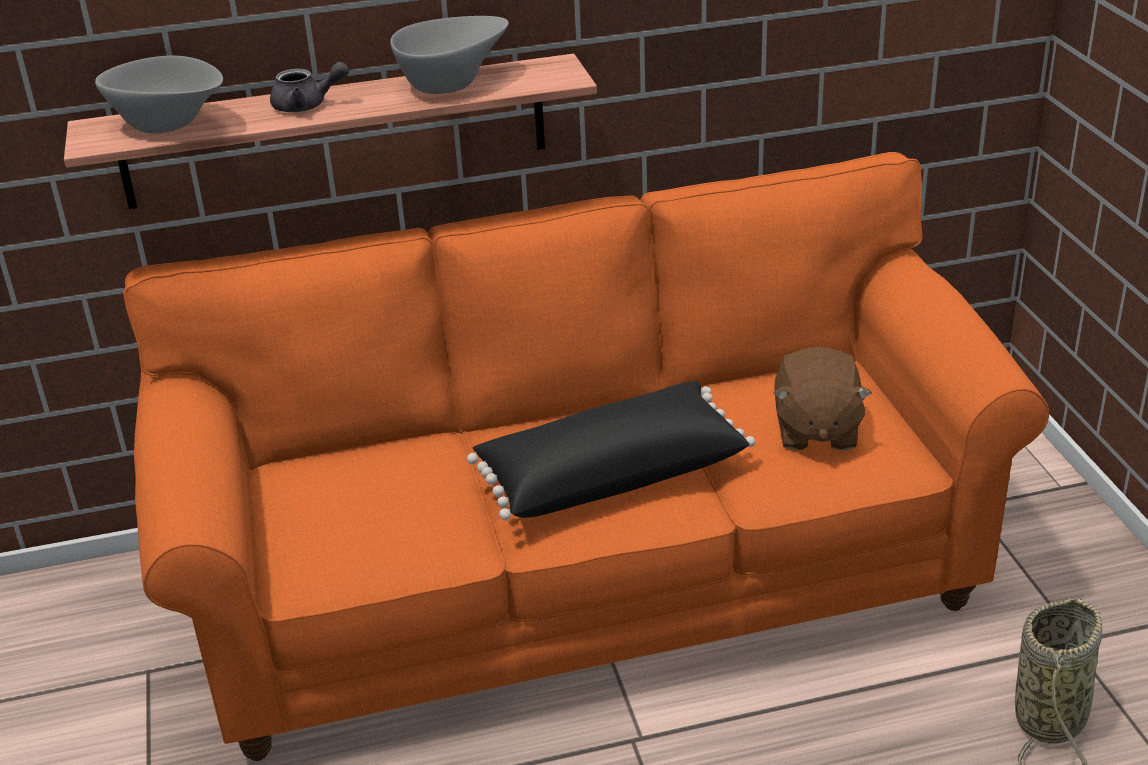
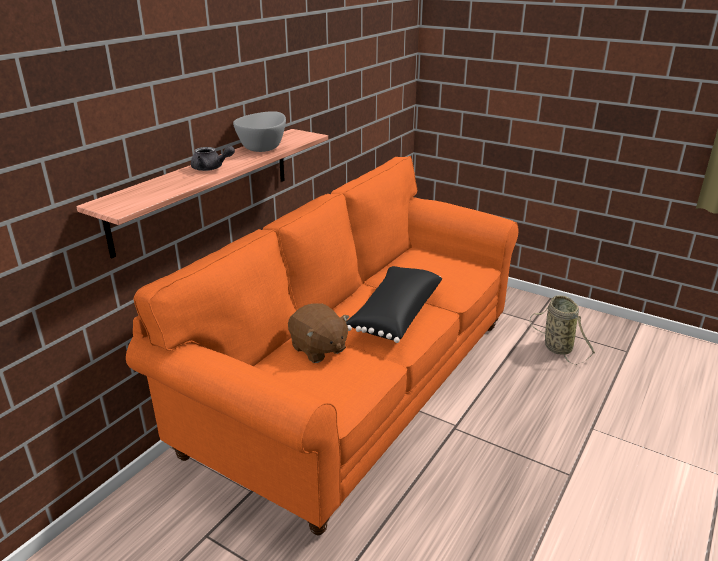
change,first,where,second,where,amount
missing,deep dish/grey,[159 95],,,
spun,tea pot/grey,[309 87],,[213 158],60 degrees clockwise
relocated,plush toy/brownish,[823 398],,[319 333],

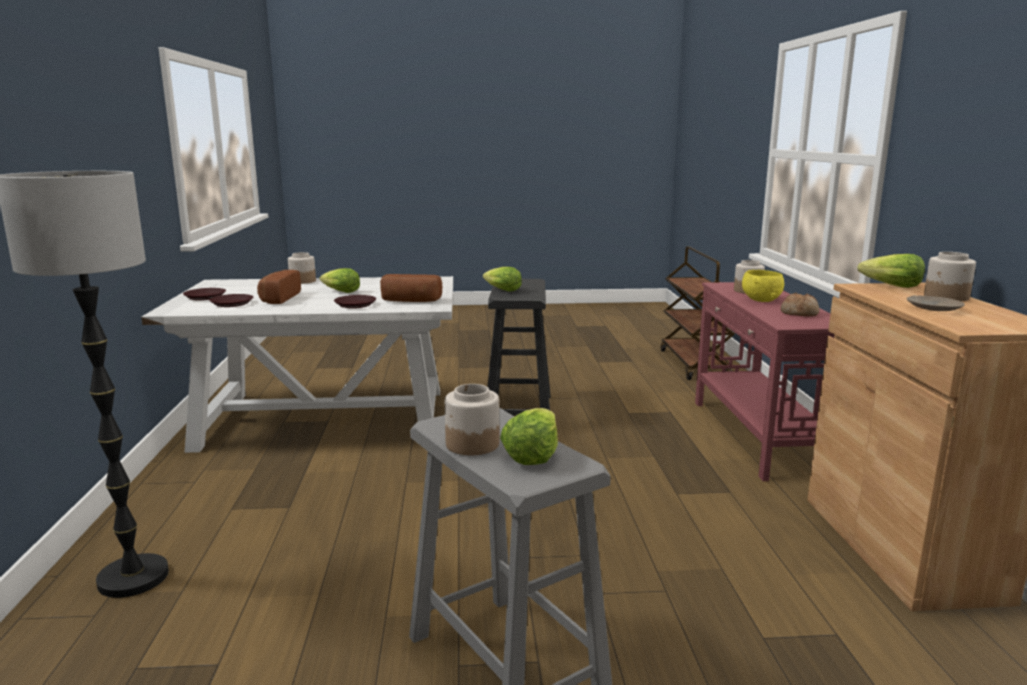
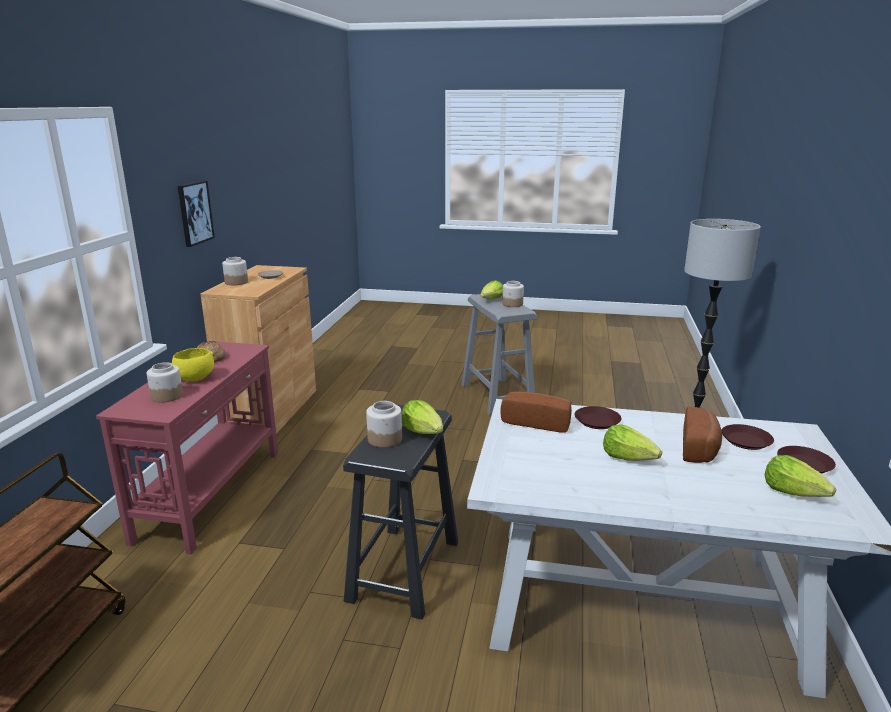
change,first,where,second,where,amount
relocated,jar,[302 268],,[384 424],
relocated,lettuce head,[891 271],,[800 476],
appeared,,,wall picture,[196 214],

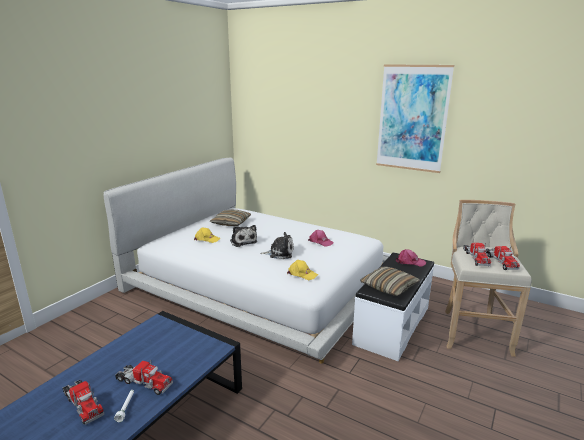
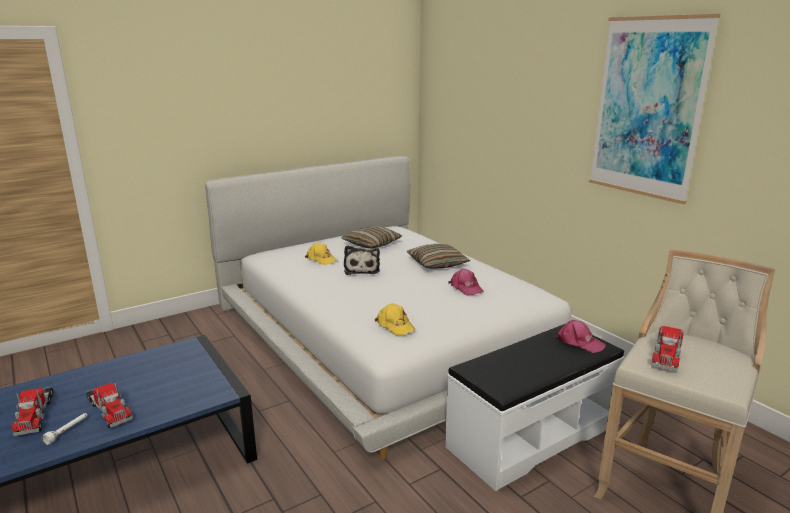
change,first,where,second,where,amount
missing,plush toy,[277 245],,,
missing,model truck,[502 258],,,
relocated,throw pillow,[390 281],,[438 256],

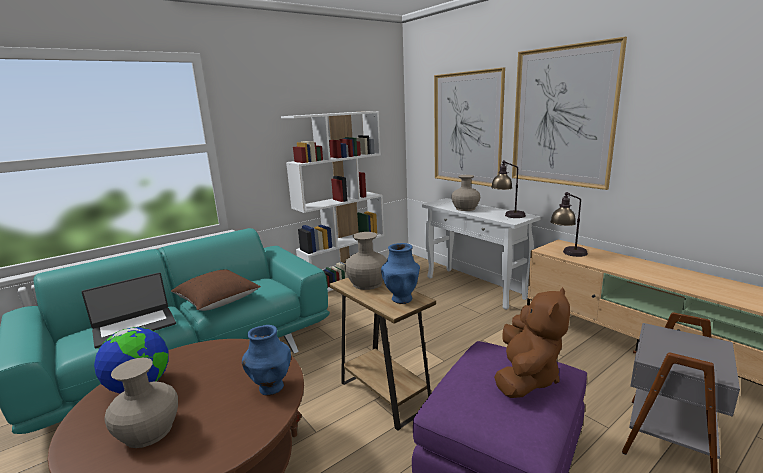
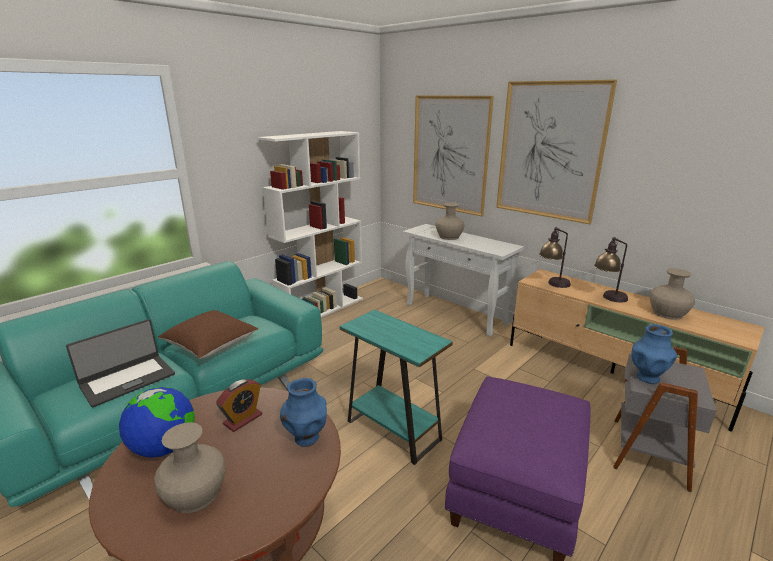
change,first,where,second,where,amount
relocated,tabletop lamp,[508 189],,[611 270],
relocated,decorative vase/beige,[366 261],,[672 294],
relocated,decorative vase/bluish,[400 273],,[654 354],
colour,accent table/brownish,[382 354],accent table/turquoise,[396 387],
missing,plush toy/brownish,[532 342],,,
appeared,,,table clock,[239 405],

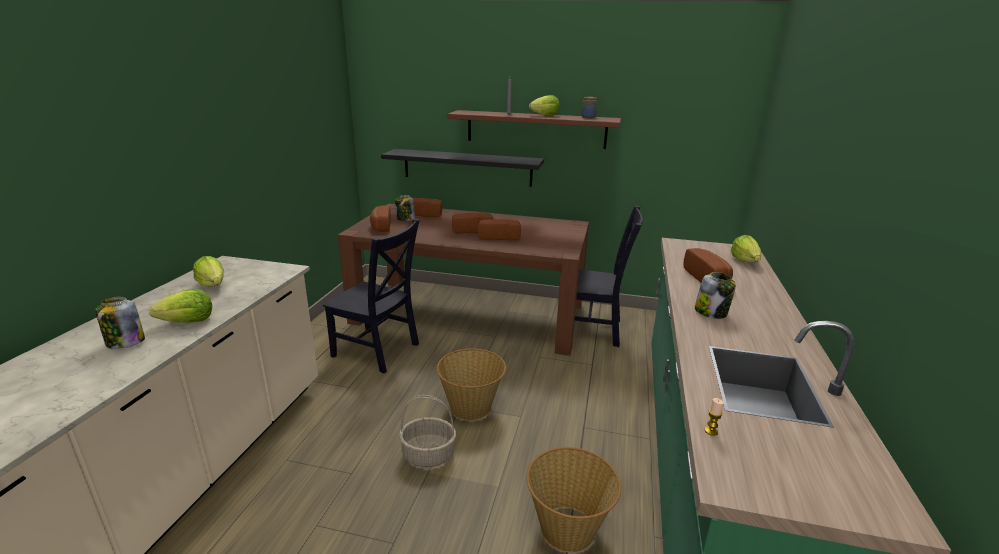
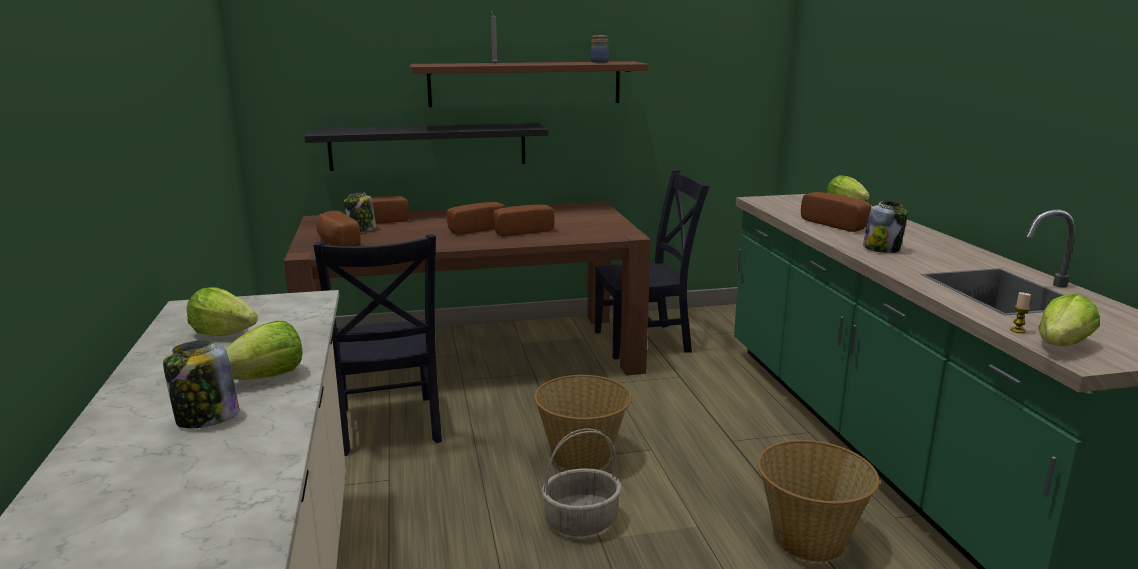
change,first,where,second,where,amount
relocated,lettuce head,[544 105],,[1069 319],
spun,upright chair/blackish,[371 296],,[377 345],75 degrees clockwise

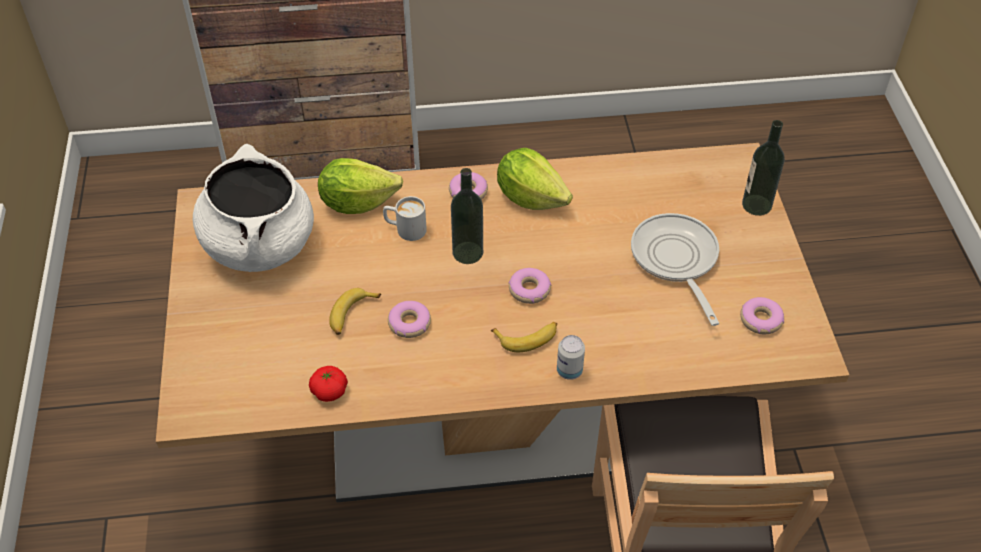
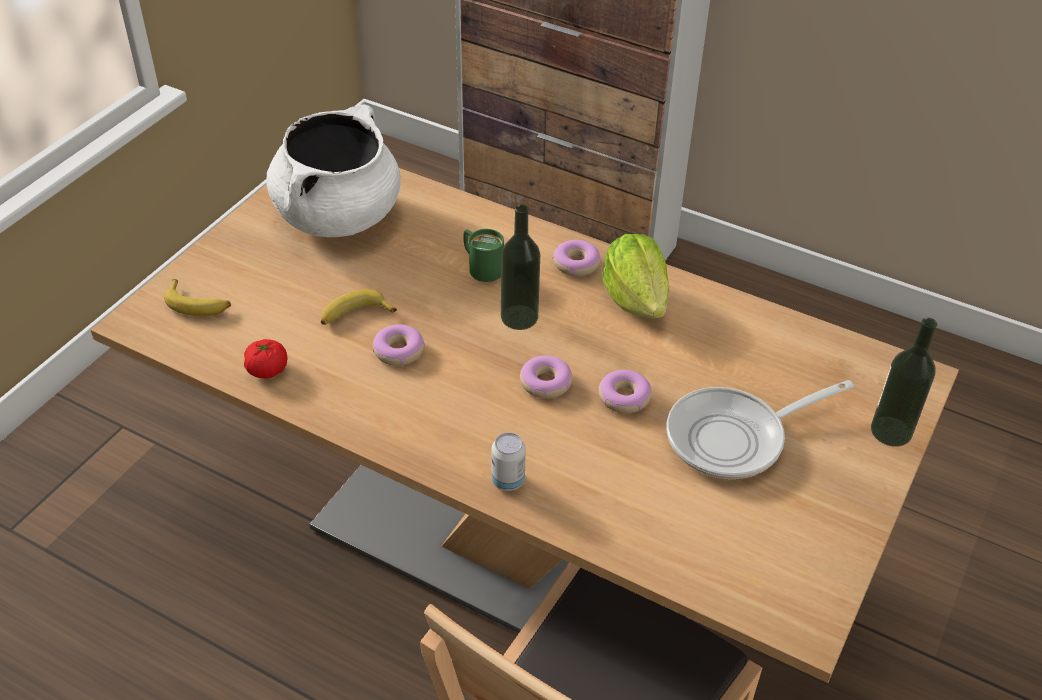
change,first,where,second,where,amount
missing,lettuce head,[360 186],,,
colour,tea mug/whitish,[405 218],tea mug/greenish,[483 255],
spun,frying pan,[675 269],,[760 429],135 degrees counterclockwise
relocated,doughnut,[762 315],,[625 391],
relocated,banana,[524 337],,[197 297],

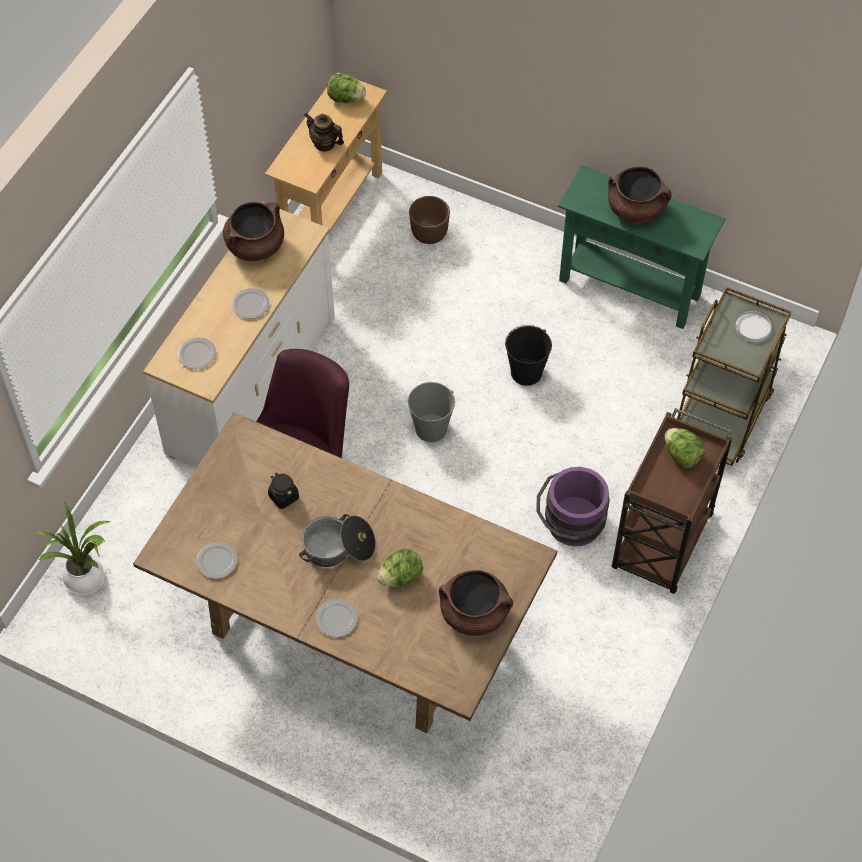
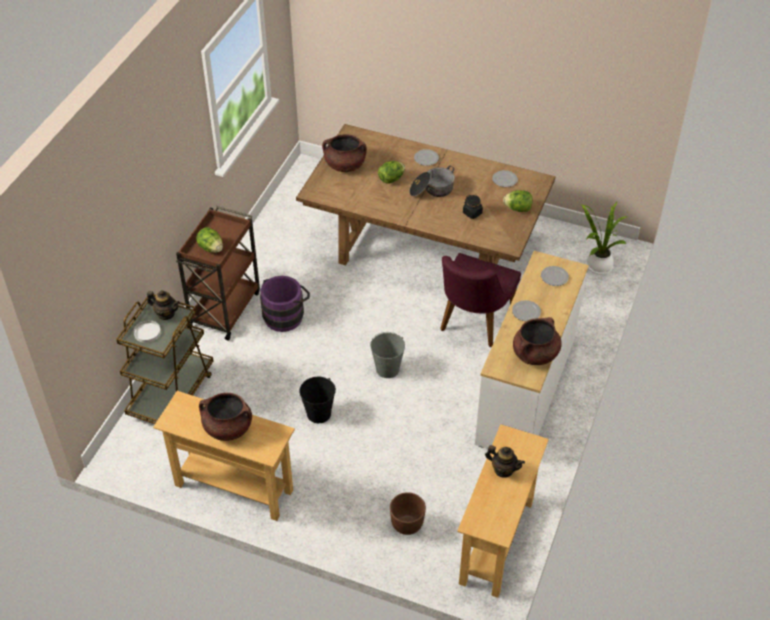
change,first,where,second,where,amount
relocated,lettuce head,[346 89],,[518 201],
colour,console table/greenish,[641 247],console table/beige,[224 456],
appeared,,,tea pot,[163 305],

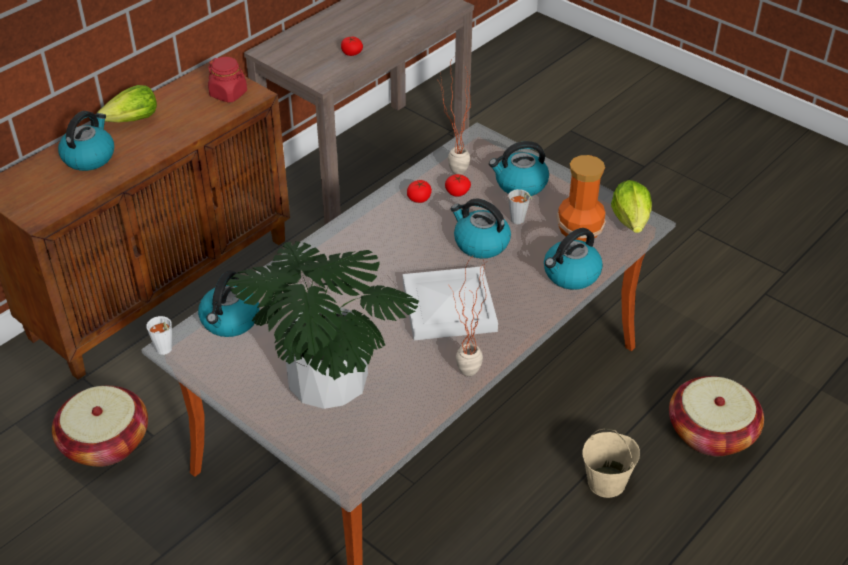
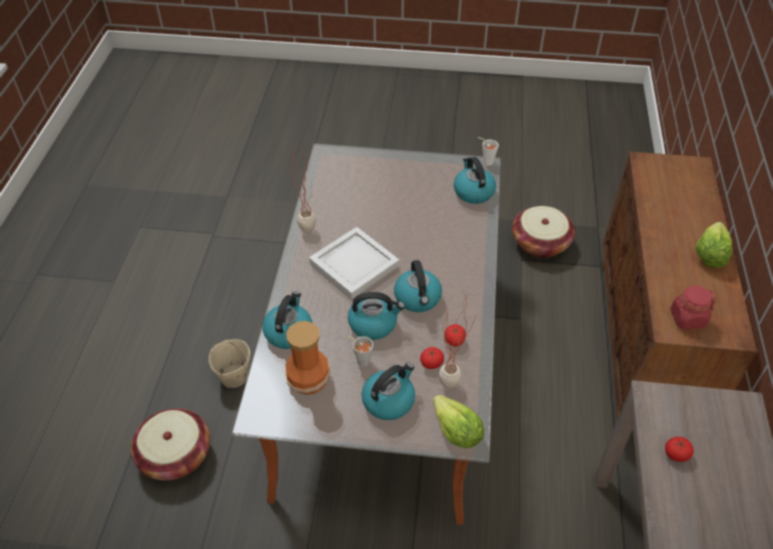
change,first,where,second,where,amount
relocated,water kettle,[86 141],,[418 286],
relocated,lettuce head,[631 206],,[458 421],
missing,houseplant,[322 325],,,

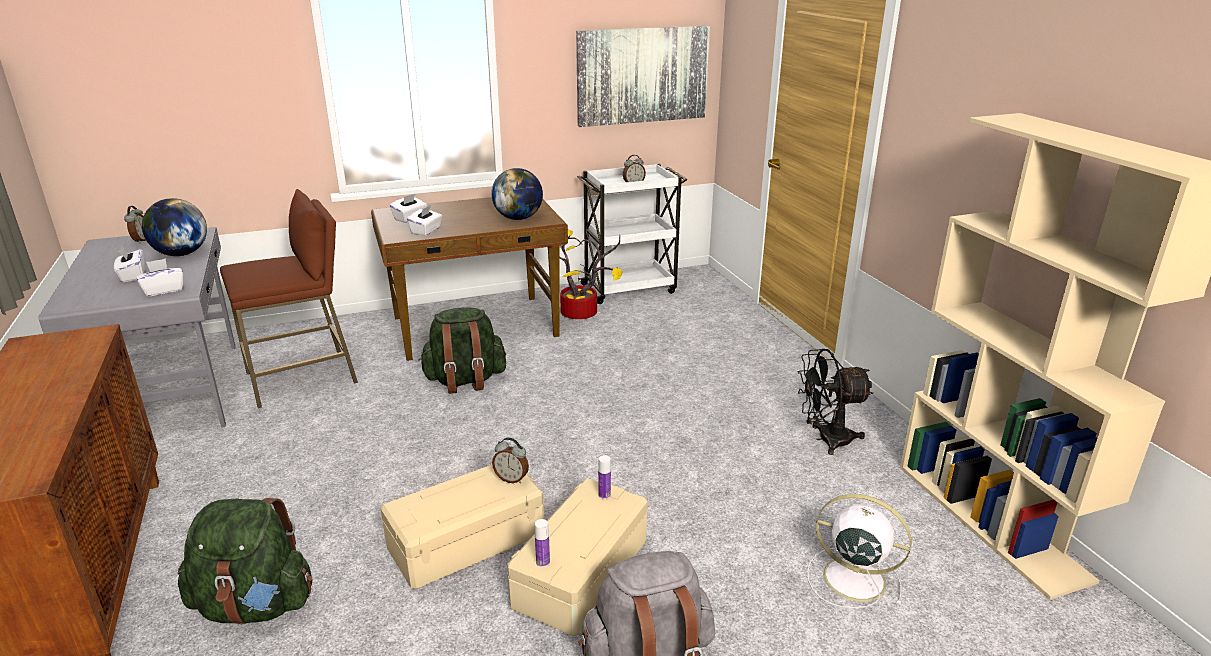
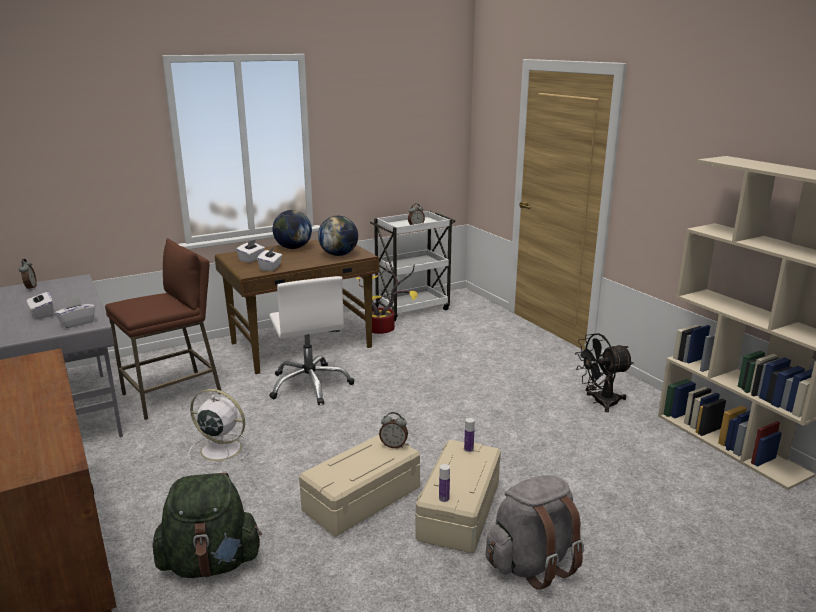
change,first,where,second,where,amount
missing,wall picture,[643 76],,,
relocated,world globe,[174 227],,[292 229],
exchanged,backpack/greenish,[462 350],computer chair/whitish,[311 340],
relocated,fan/whitish,[859 551],,[220 427],

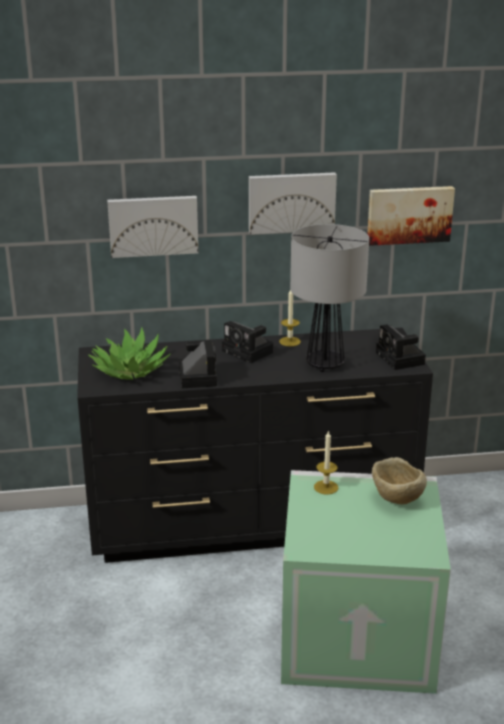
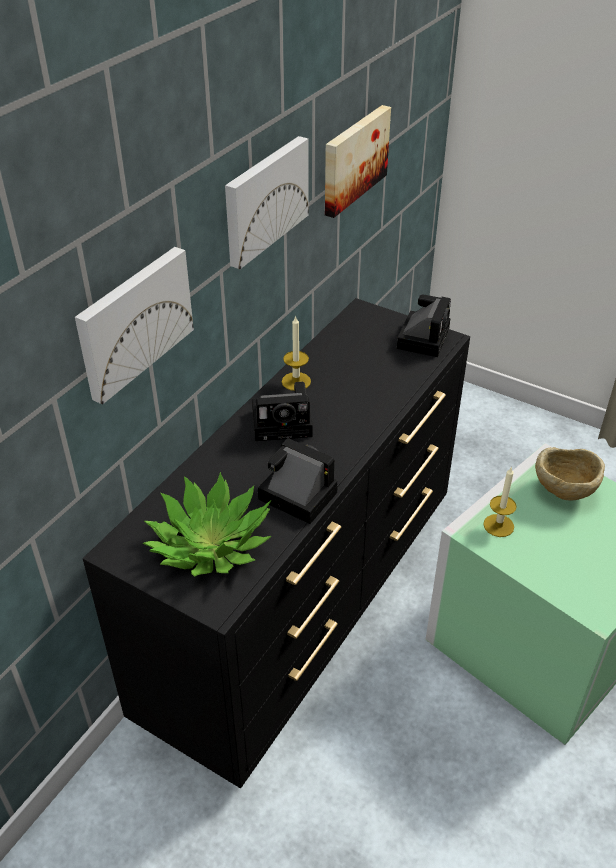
change,first,where,second,where,amount
missing,tabletop lamp,[329 298],,,
spun,photo camera,[401 347],,[424 326],90 degrees counterclockwise

